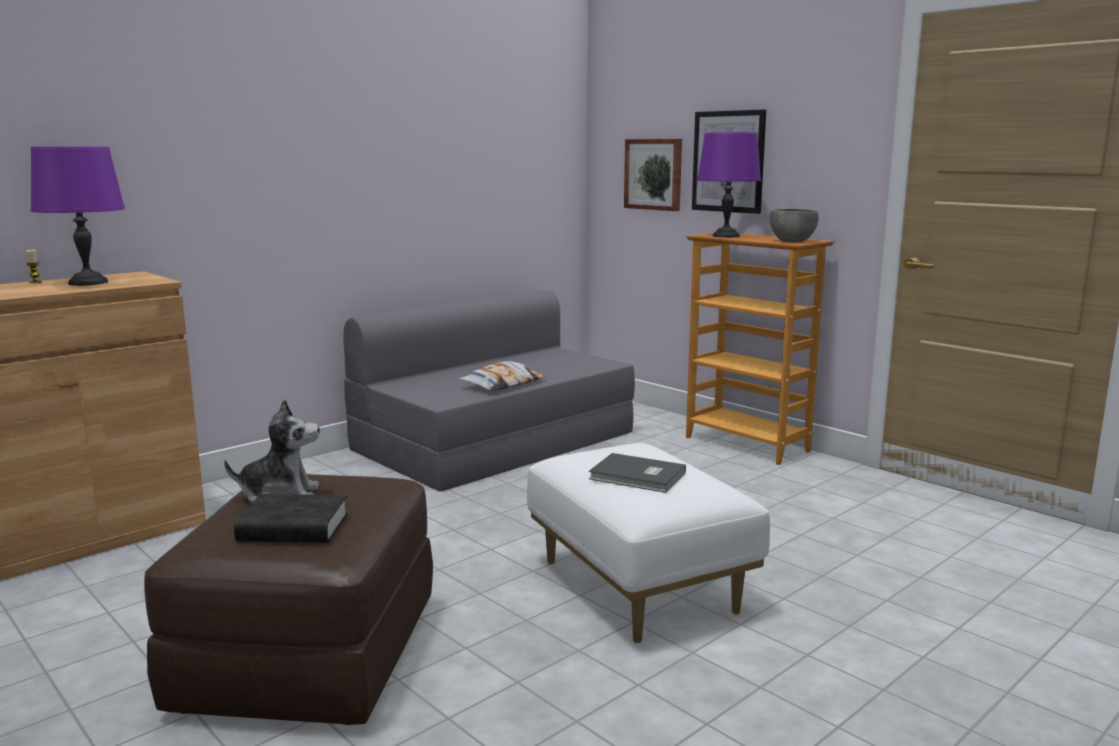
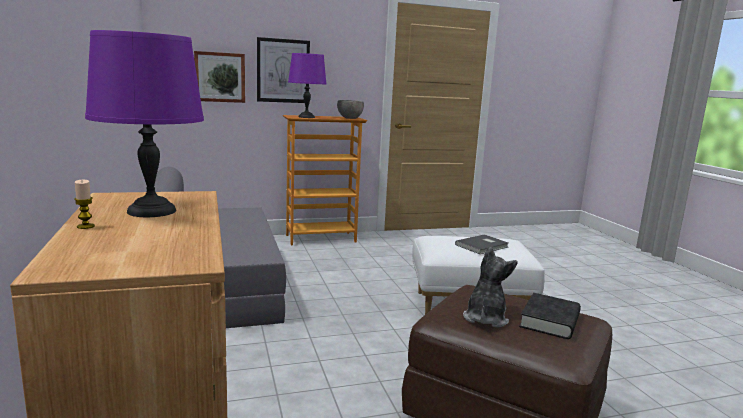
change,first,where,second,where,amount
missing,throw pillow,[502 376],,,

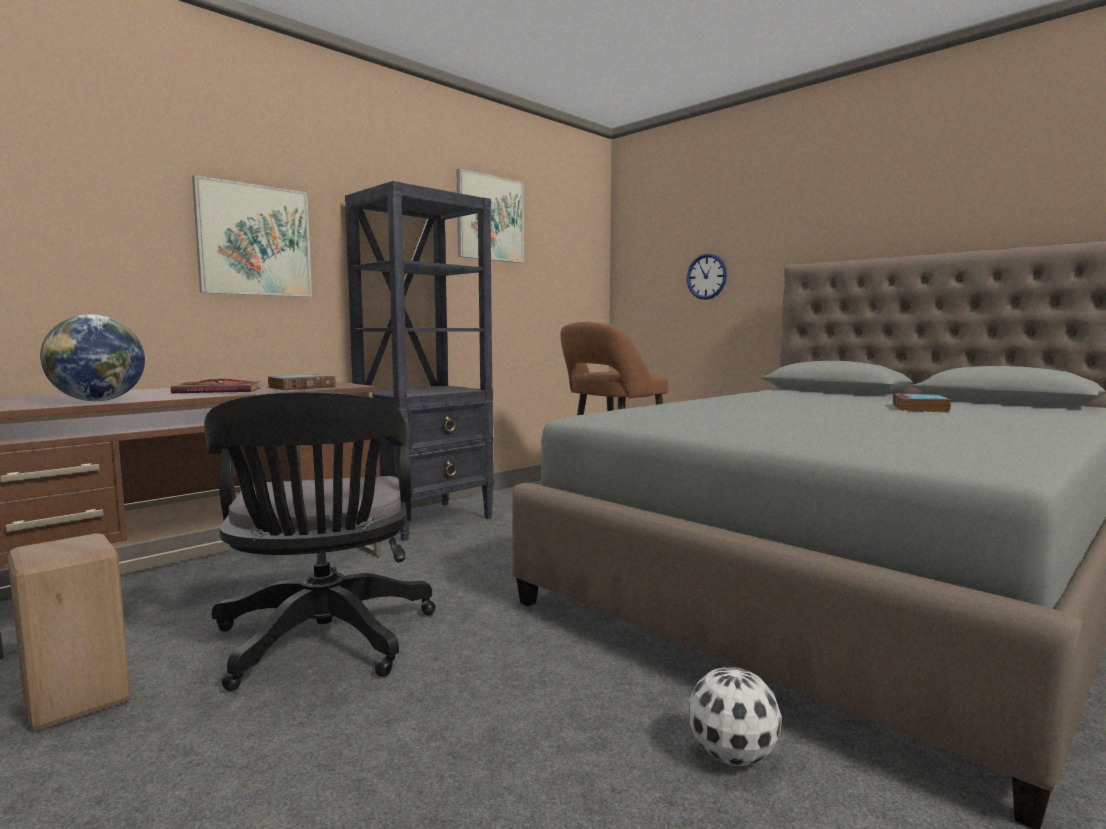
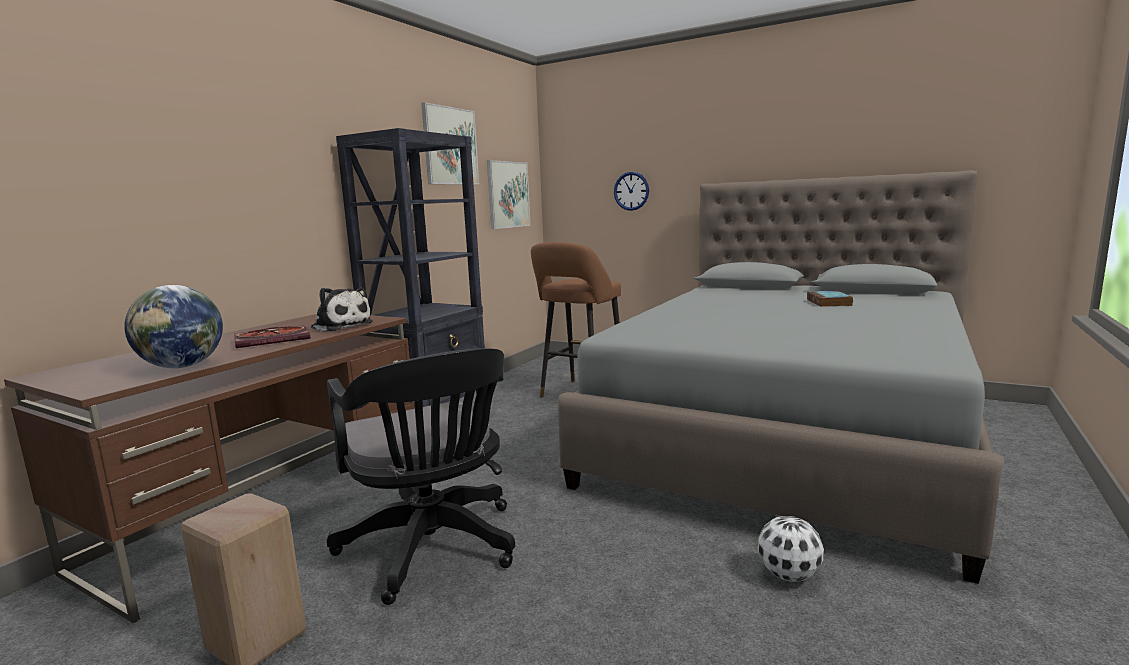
change,first,where,second,where,amount
relocated,wall picture,[252 236],,[509 194],
exchanged,book,[301 382],plush toy,[342 309],

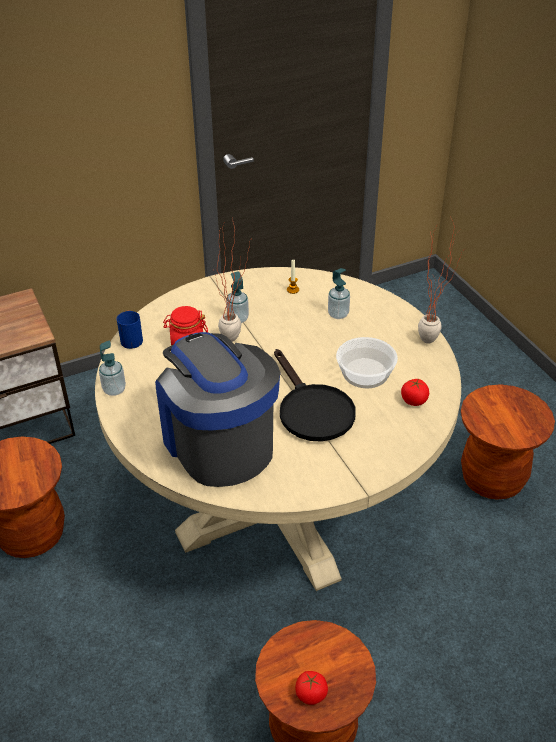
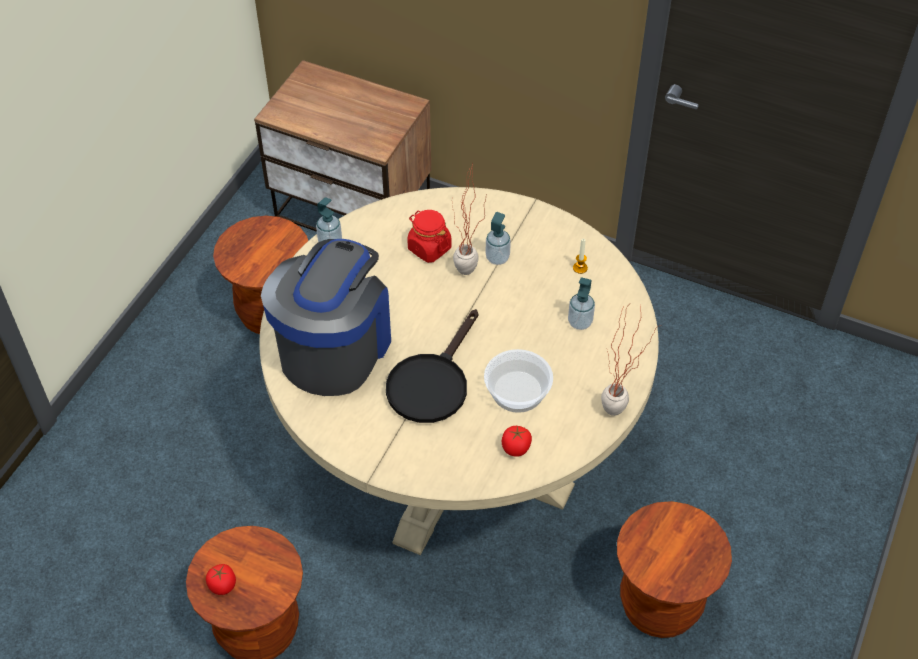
change,first,where,second,where,amount
missing,tea mug/bluish,[130 329],,,

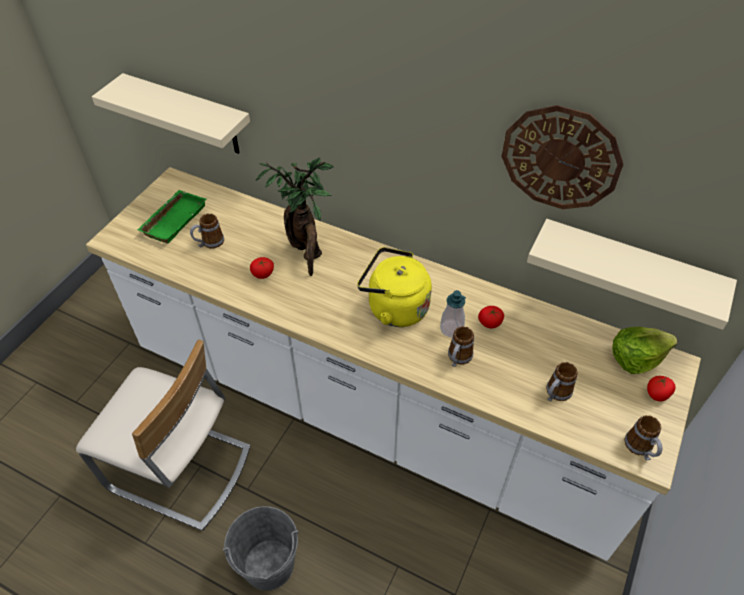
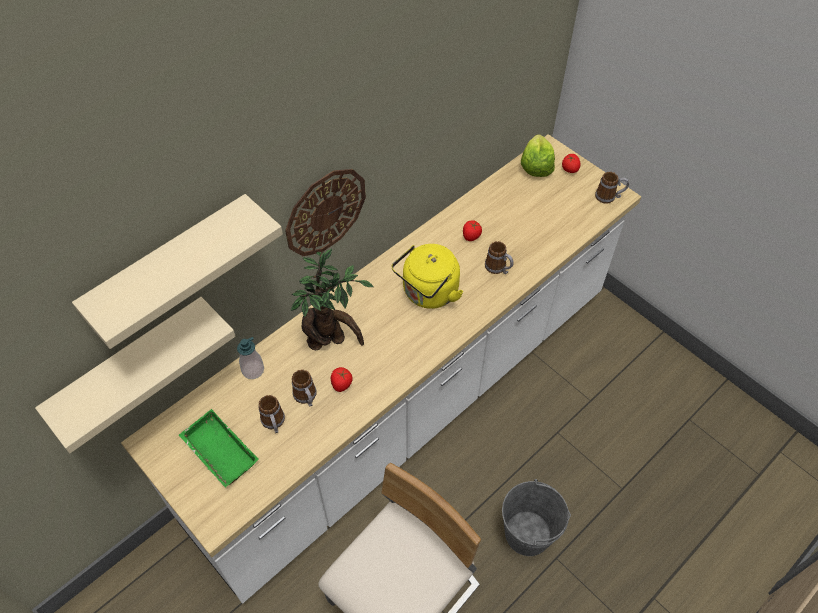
change,first,where,second,where,amount
relocated,wall clock,[562 157],,[325 212],
relocated,wall shelf/beige,[632 274],,[177 271],
relocated,soap bottle,[453 313],,[250 358],
relocated,tea mug,[562 382],,[304 388],

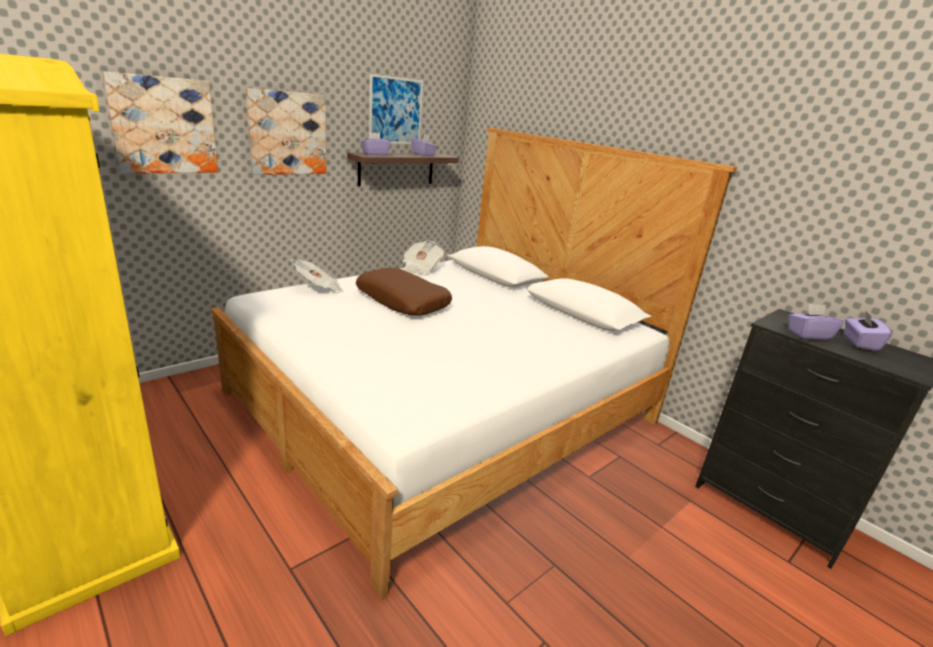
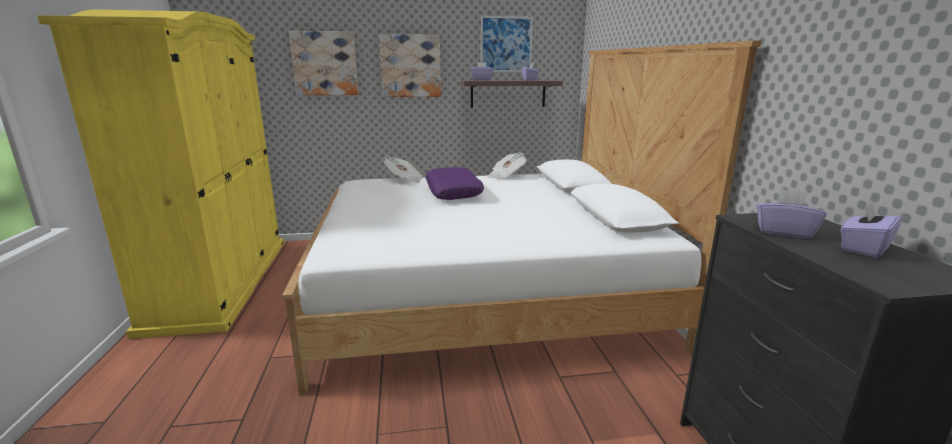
change,first,where,second,where,amount
colour,throw pillow/brownish,[404 292],throw pillow/purple,[455 183],

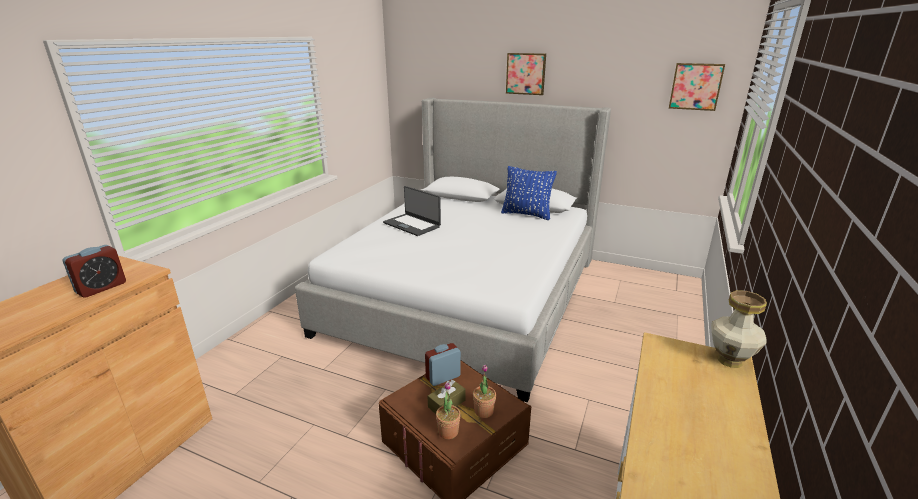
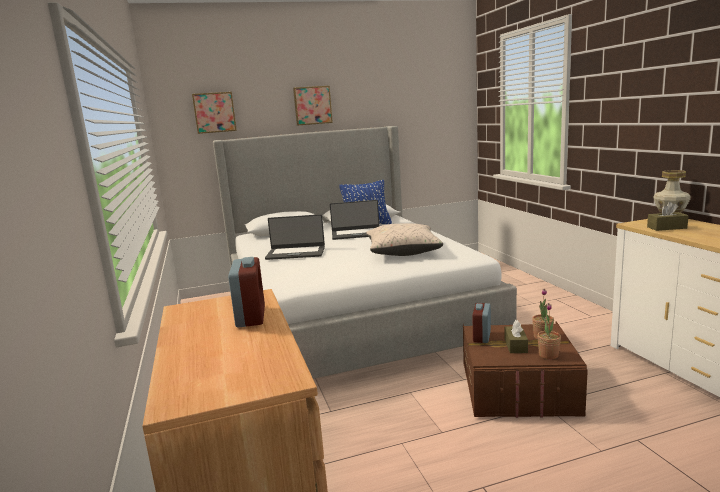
change,first,where,second,where,amount
relocated,wall picture,[697 87],,[214 113],
appeared,,,portable computer,[354 220],
appeared,,,tissue holder/brownish,[668 216],
appeared,,,throw pillow/beige,[404 240],

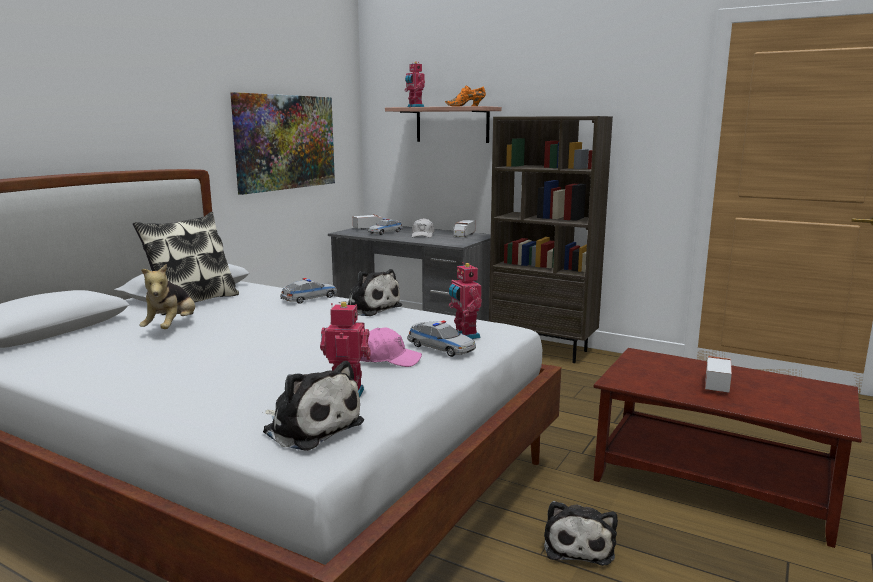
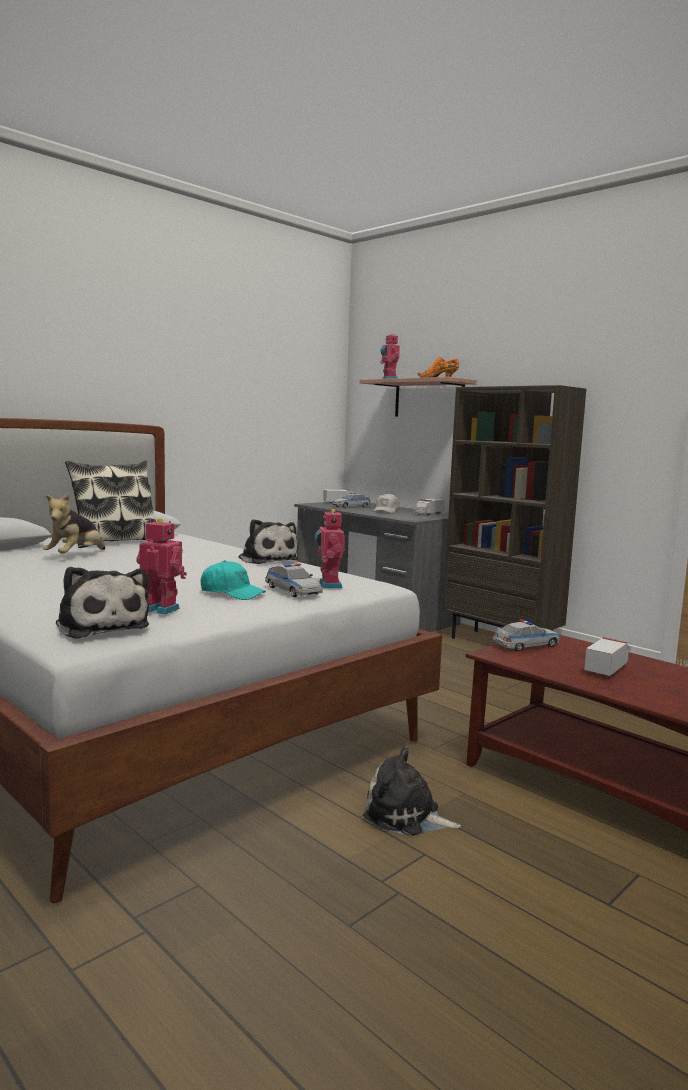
change,first,where,second,where,amount
missing,wall picture,[282 143],,,
relocated,miniature car,[308 291],,[526 635],
colour,cap/pinkish,[391 347],cap/turquoise,[233 580],
spun,plush toy,[581 533],,[412 791],90 degrees clockwise

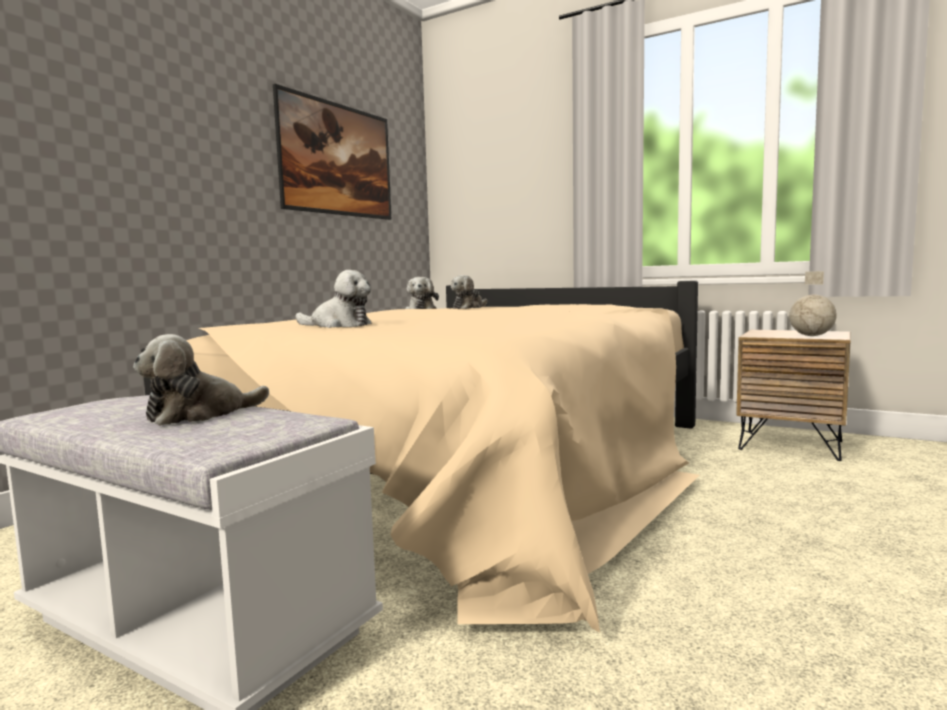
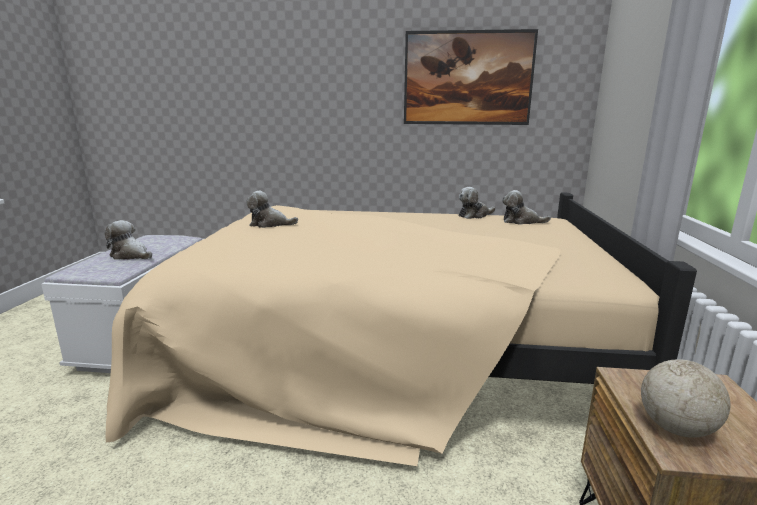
change,first,where,second,where,amount
spun,plush toy,[334 299],,[272 209],105 degrees clockwise

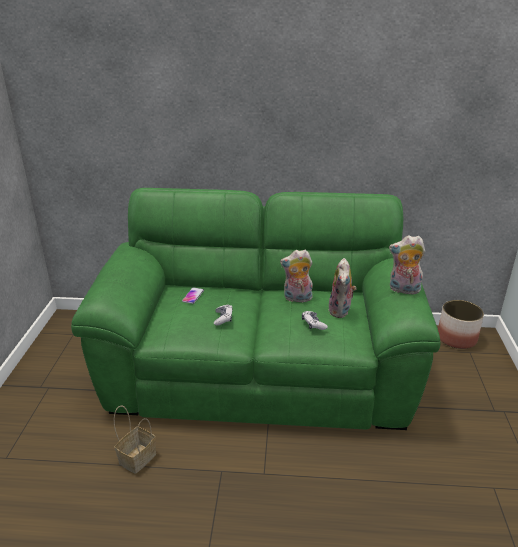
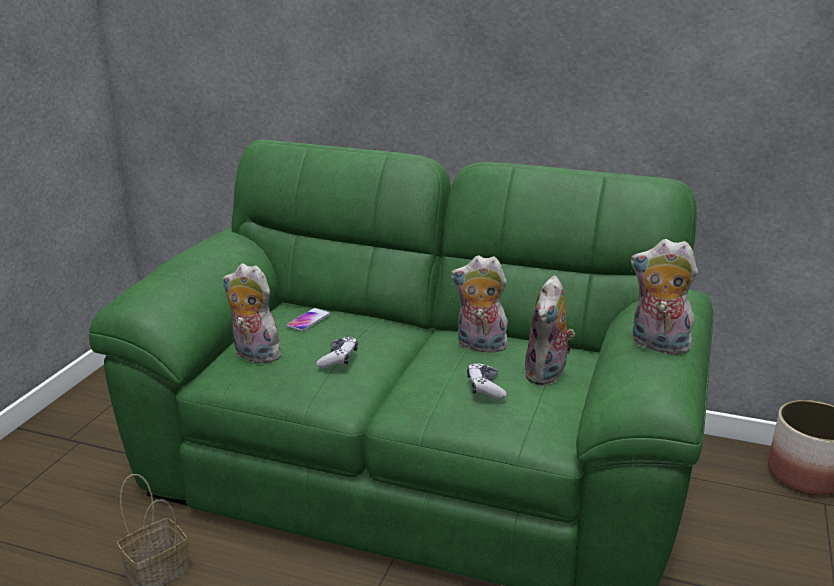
change,first,where,second,where,amount
appeared,,,plush toy,[255 313],

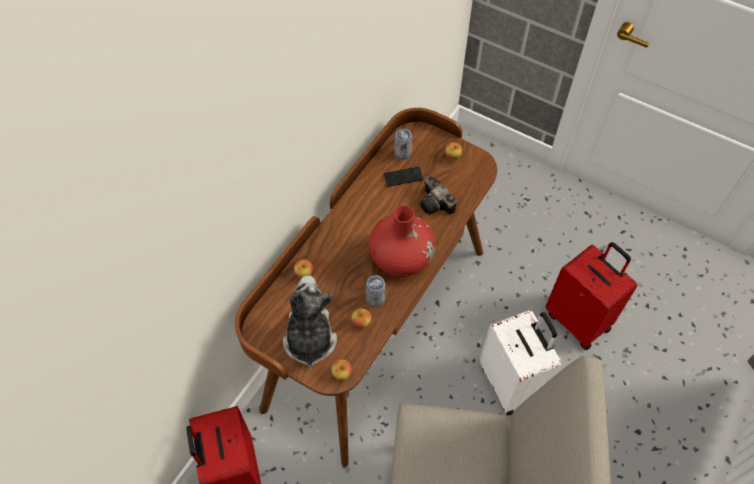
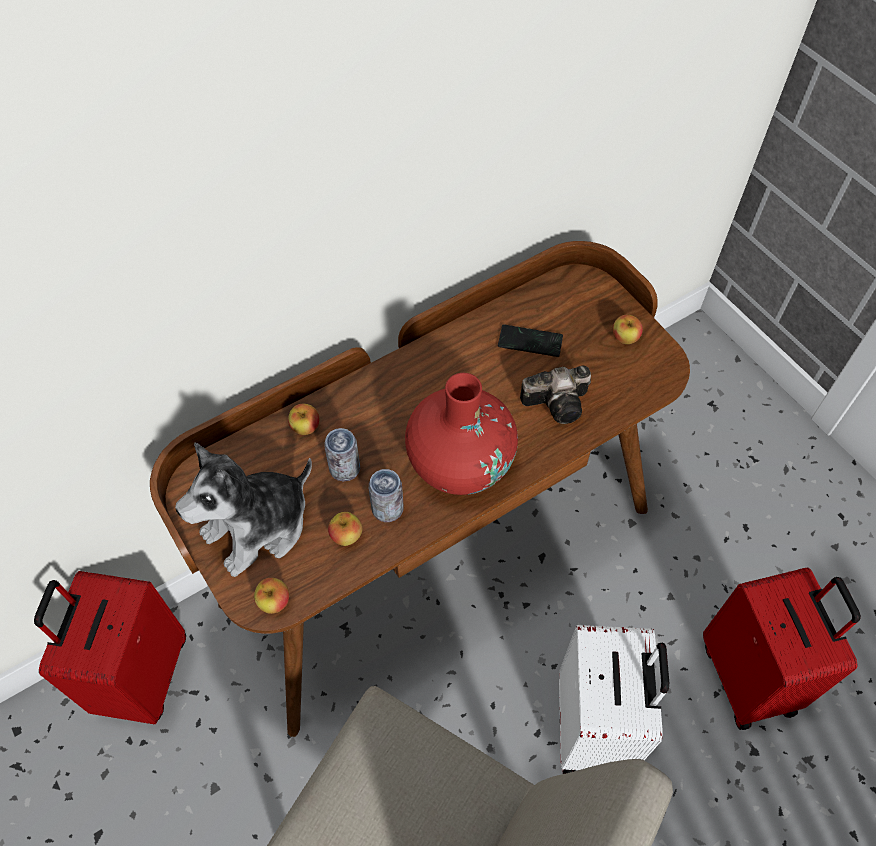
change,first,where,second,where,amount
relocated,metal can,[403 144],,[342 454],
spun,photo camera,[438 195],,[555 395],90 degrees counterclockwise
spun,plush toy,[310 322],,[243 509],150 degrees counterclockwise

